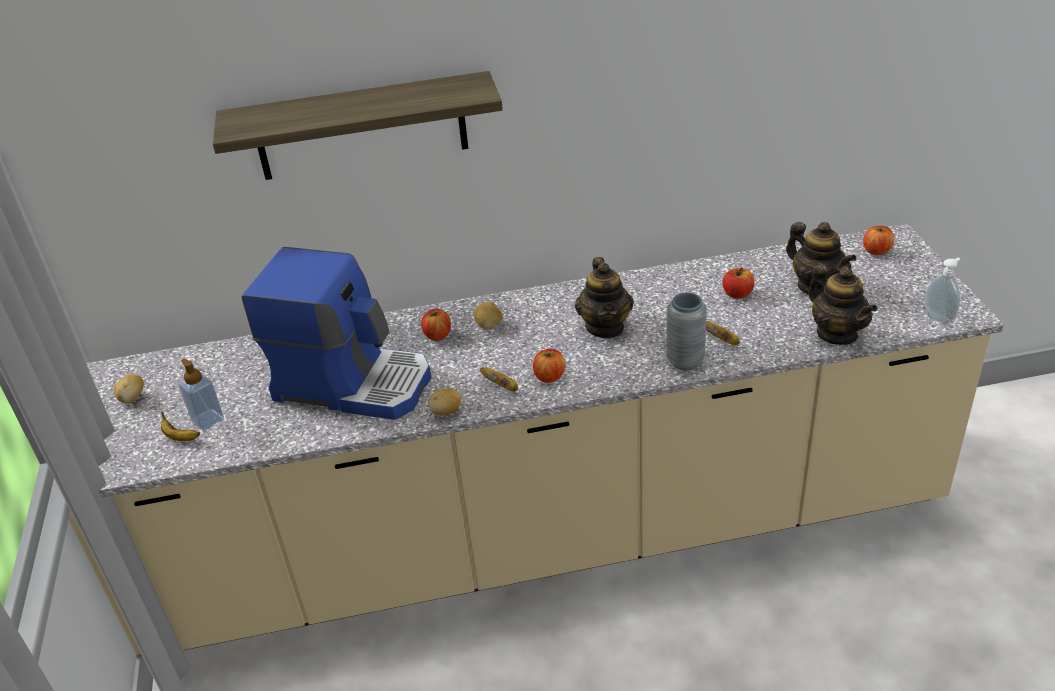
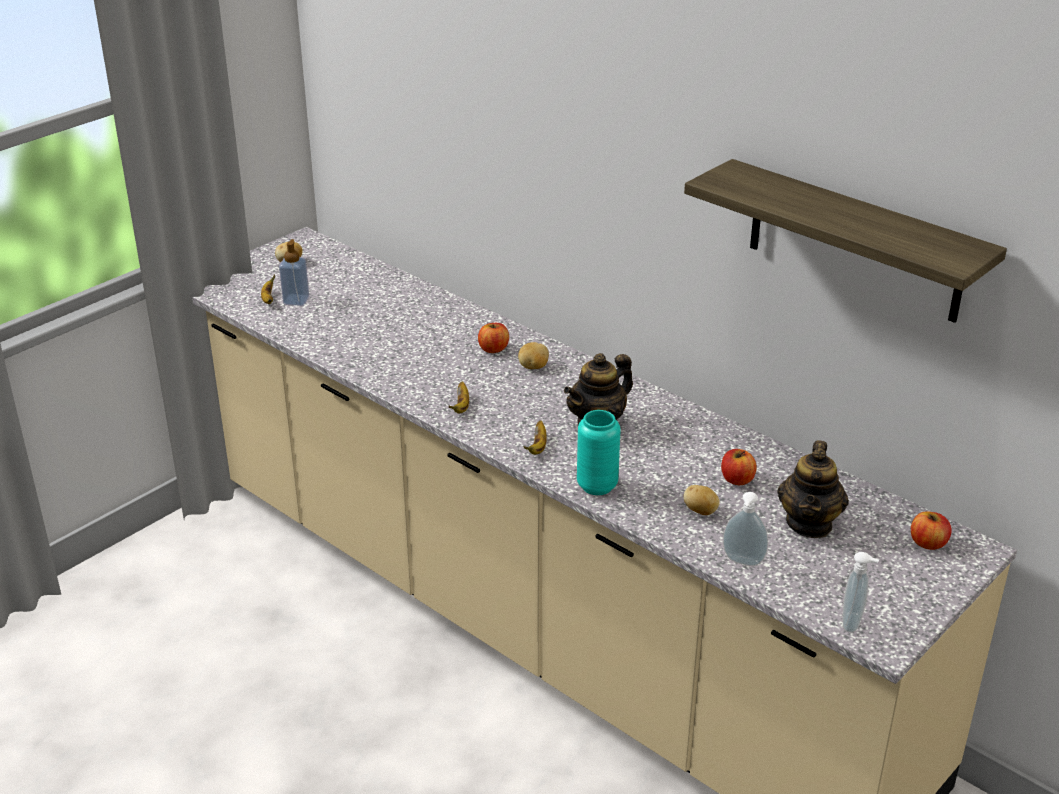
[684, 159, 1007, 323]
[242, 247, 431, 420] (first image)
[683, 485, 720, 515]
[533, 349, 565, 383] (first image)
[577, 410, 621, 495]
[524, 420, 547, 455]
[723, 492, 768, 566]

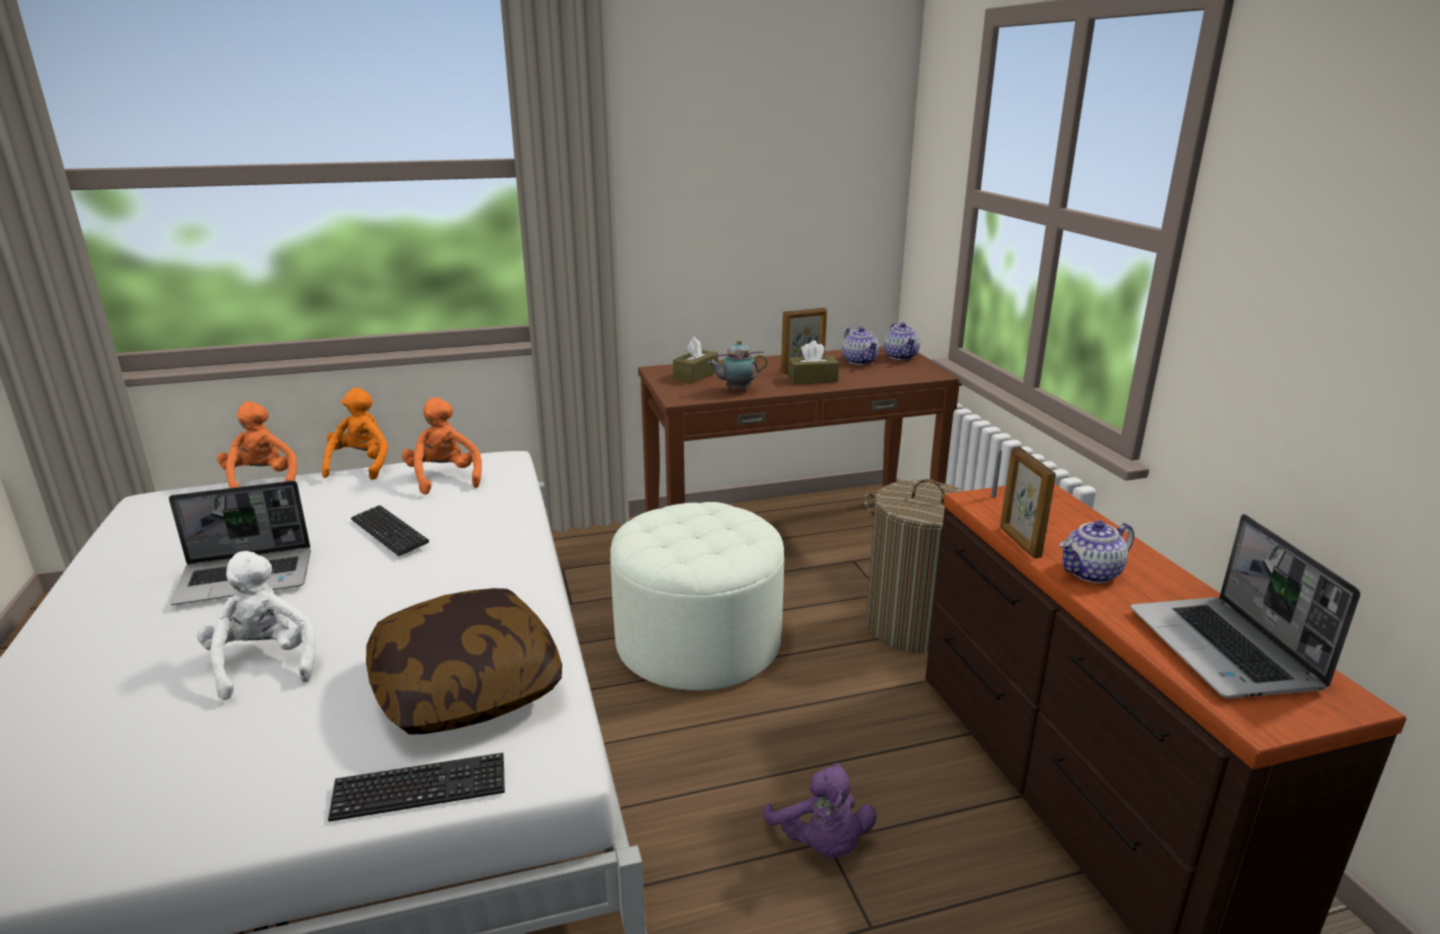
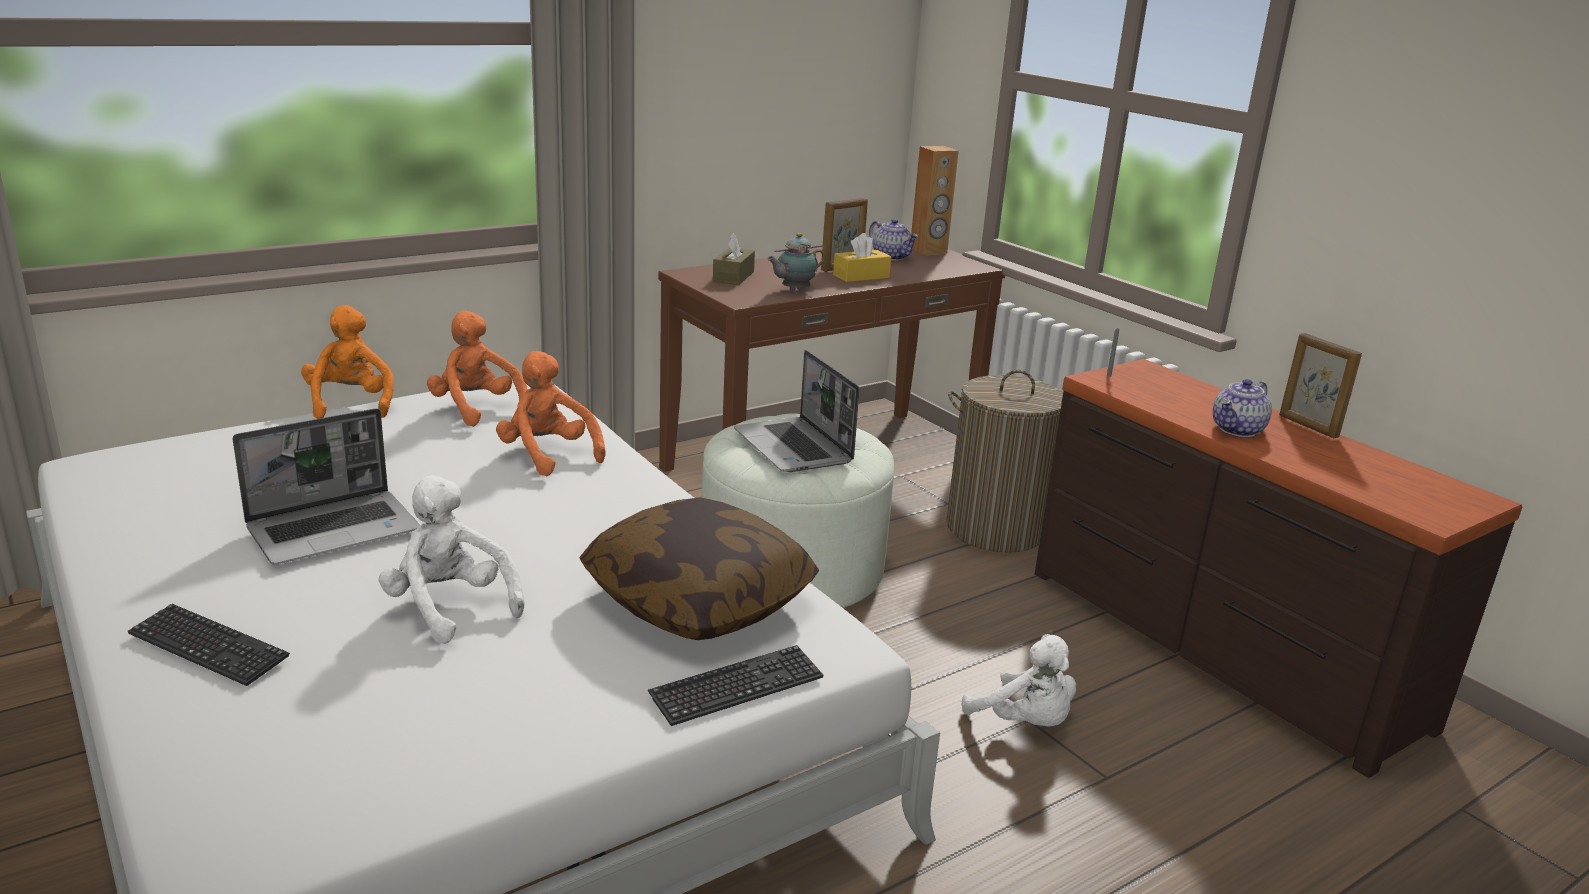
[496, 351, 606, 476]
[128, 604, 290, 686]
[962, 634, 1076, 727]
[833, 233, 891, 282]
[911, 146, 959, 255]
[1279, 333, 1362, 438]
[734, 350, 859, 472]

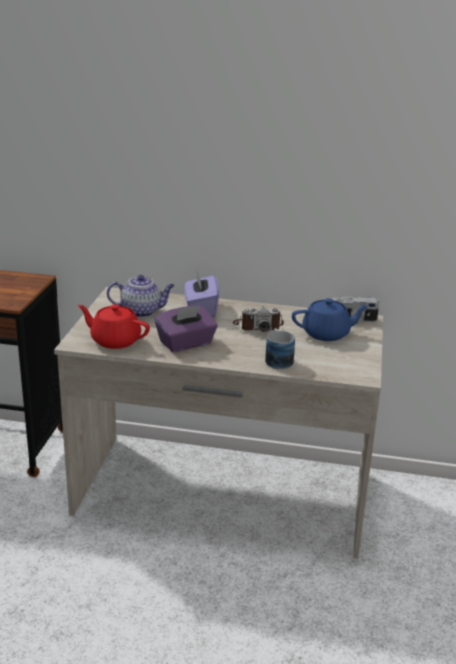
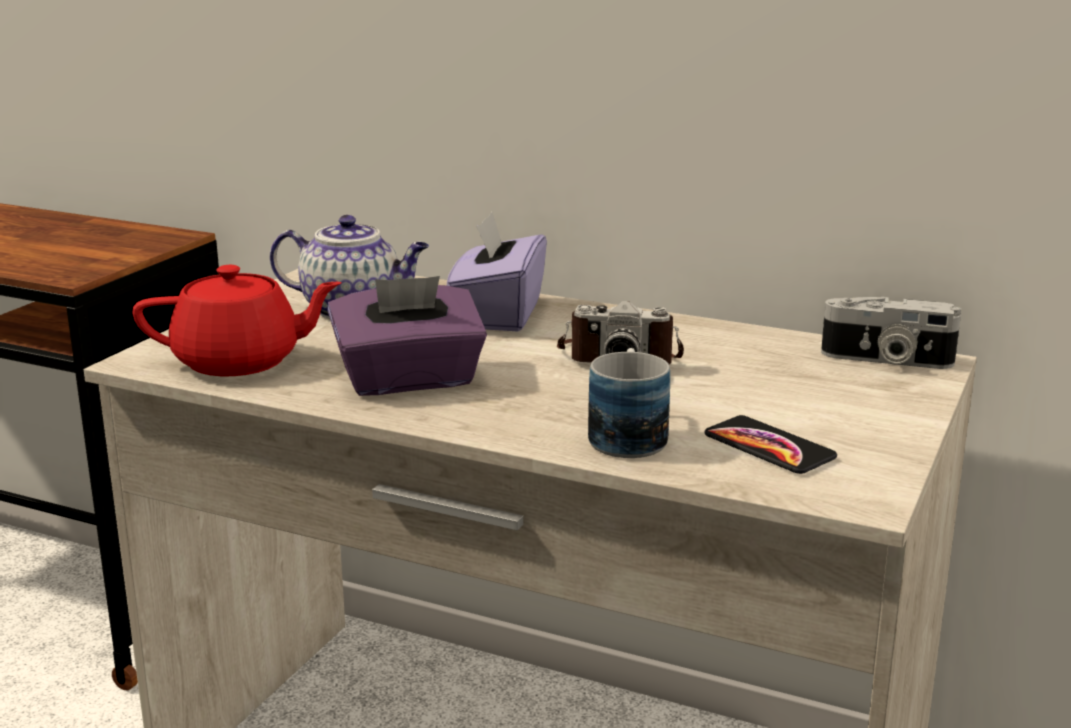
[132, 265, 342, 376]
[292, 298, 369, 341] (first image)
[704, 415, 837, 474]

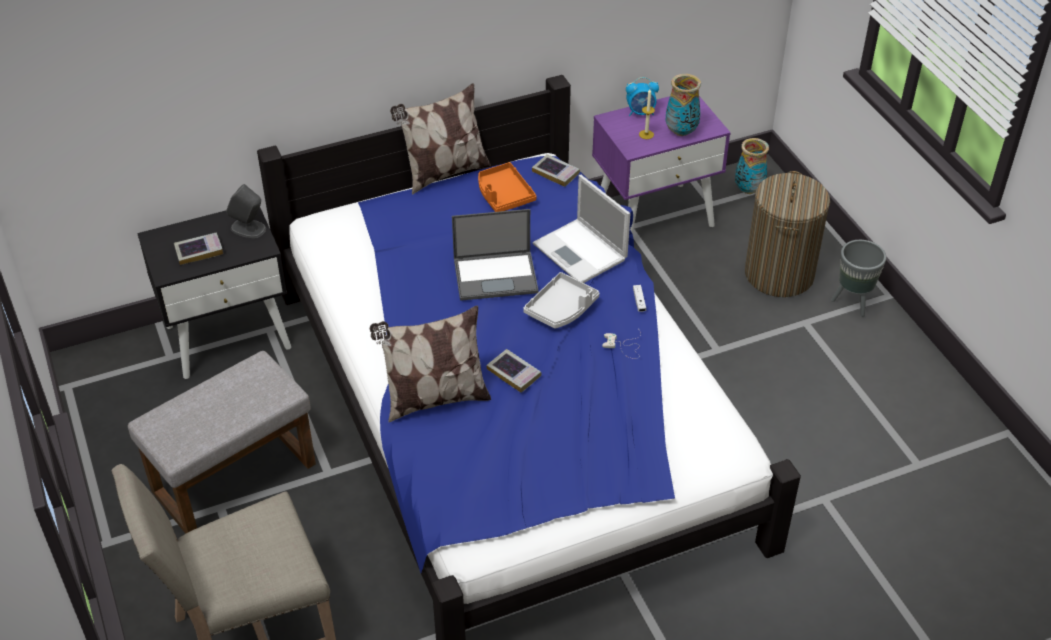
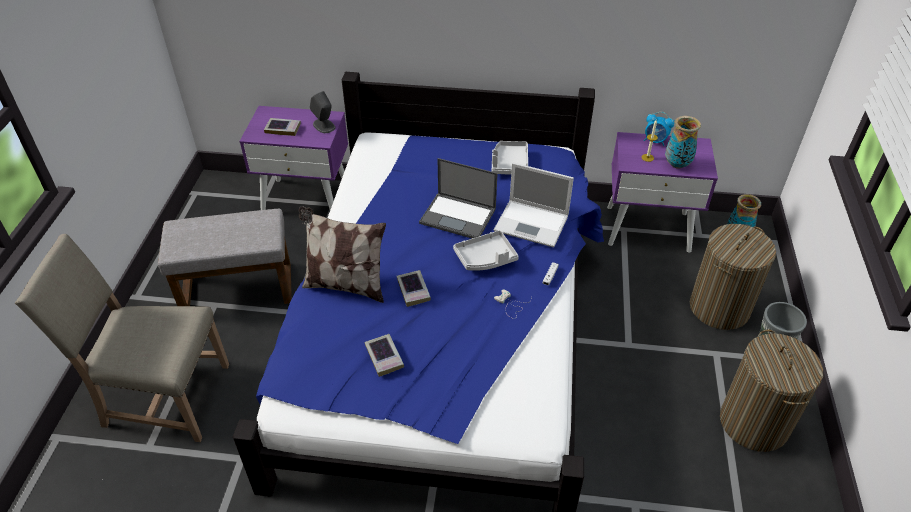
[239, 106, 348, 210]
[390, 83, 491, 195] (first image)
[492, 141, 528, 175]
[364, 334, 404, 377]
[494, 163, 574, 248]
[720, 329, 823, 452]

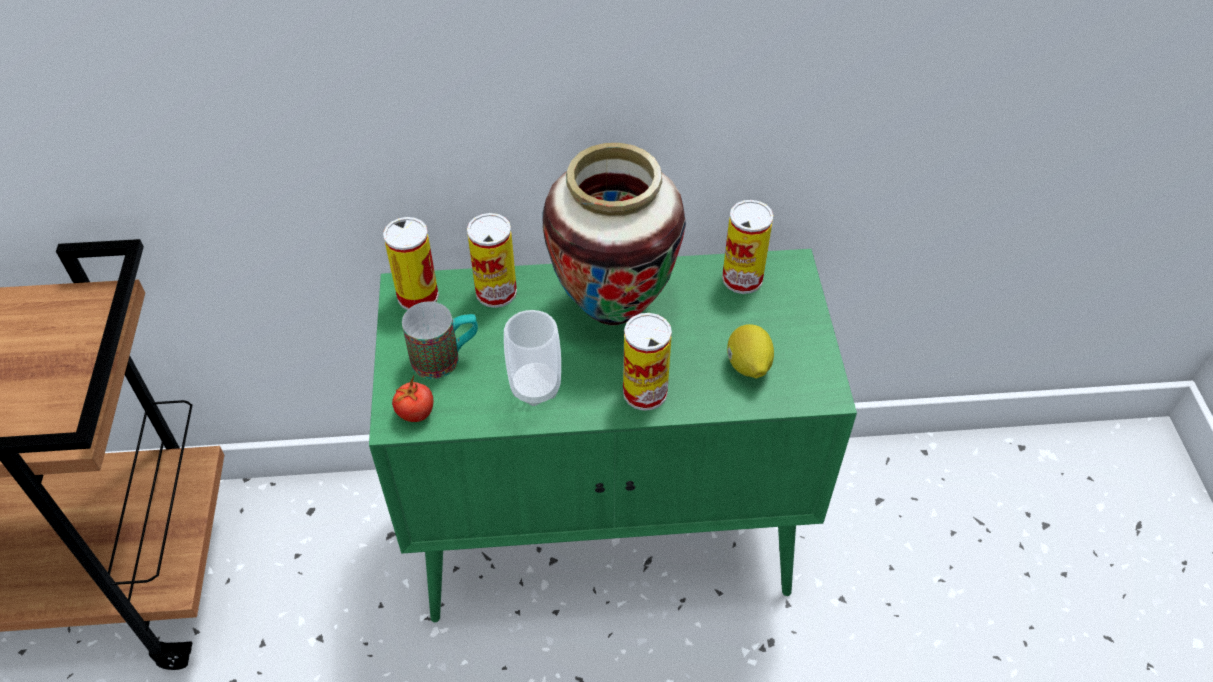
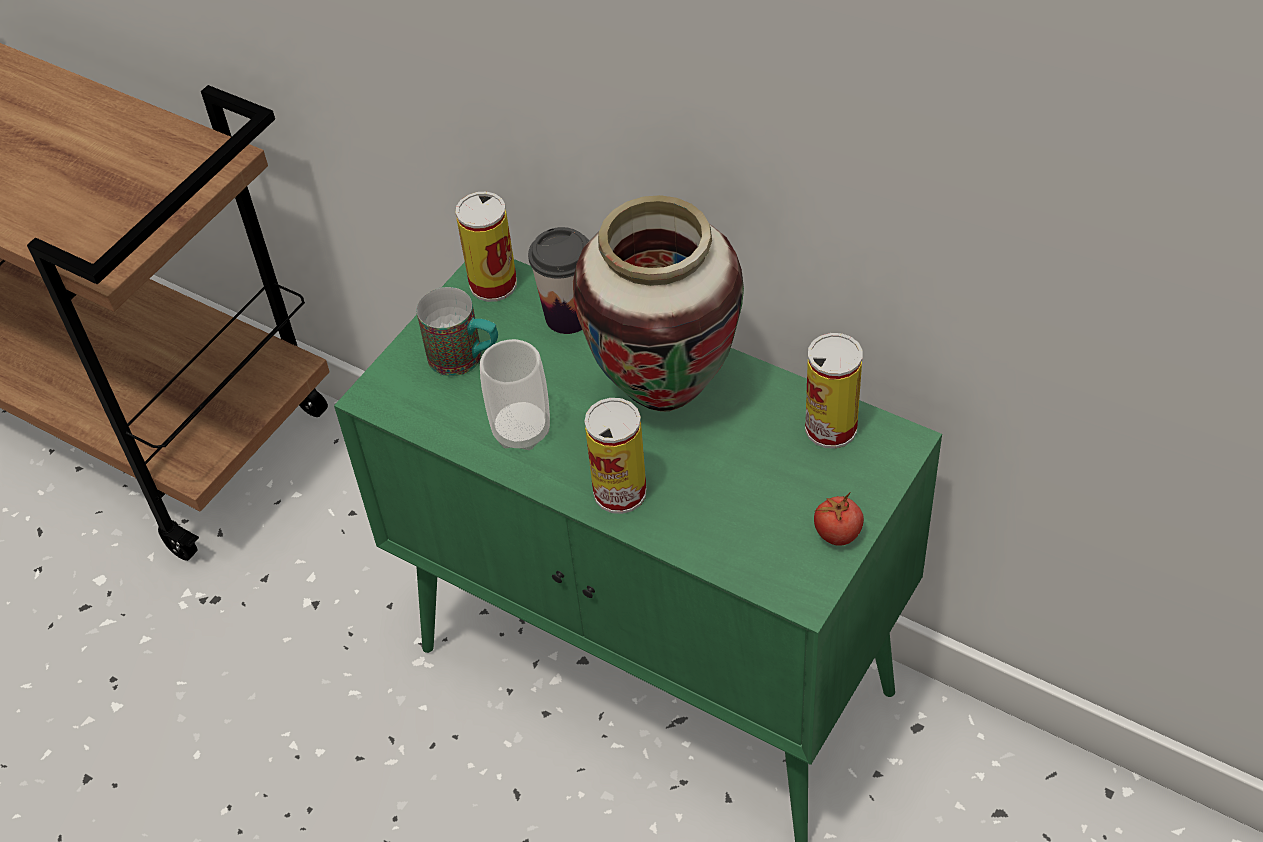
[814, 493, 864, 546]
[528, 227, 589, 334]
[727, 324, 774, 379] (first image)

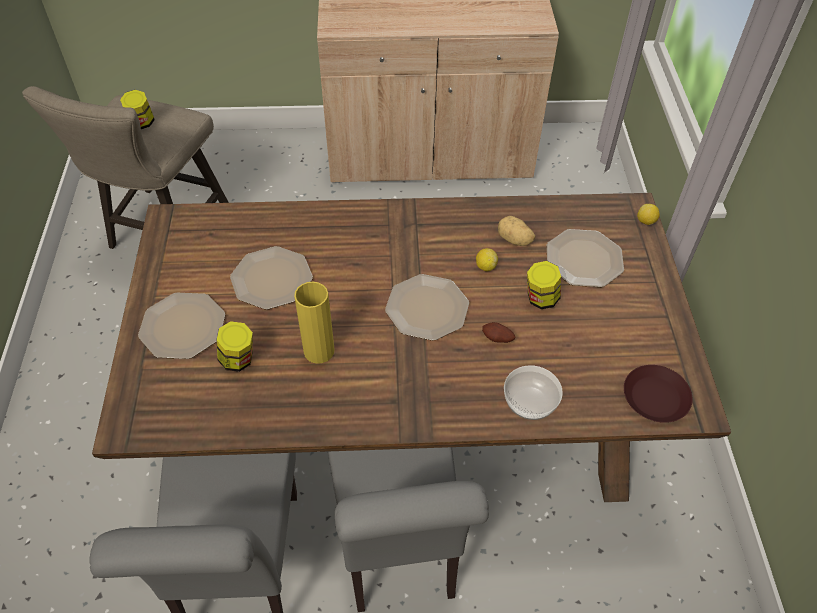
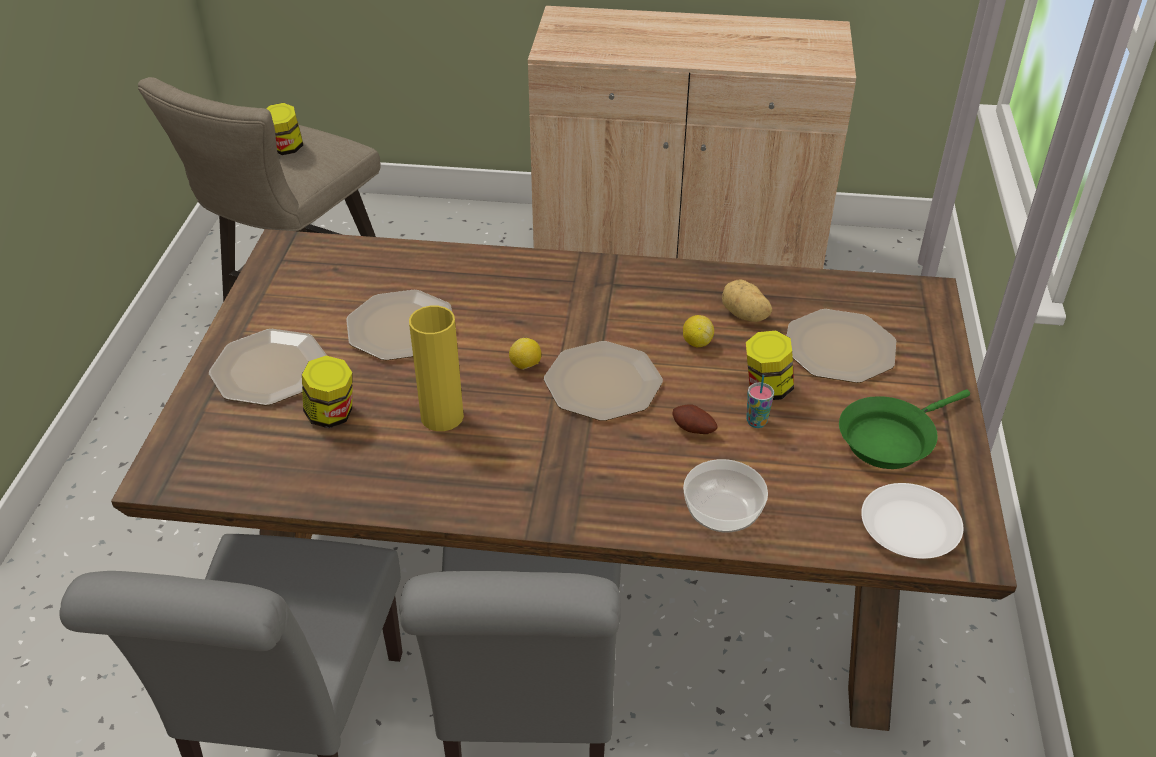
[861, 483, 963, 559]
[509, 338, 541, 370]
[746, 375, 774, 428]
[839, 389, 970, 469]

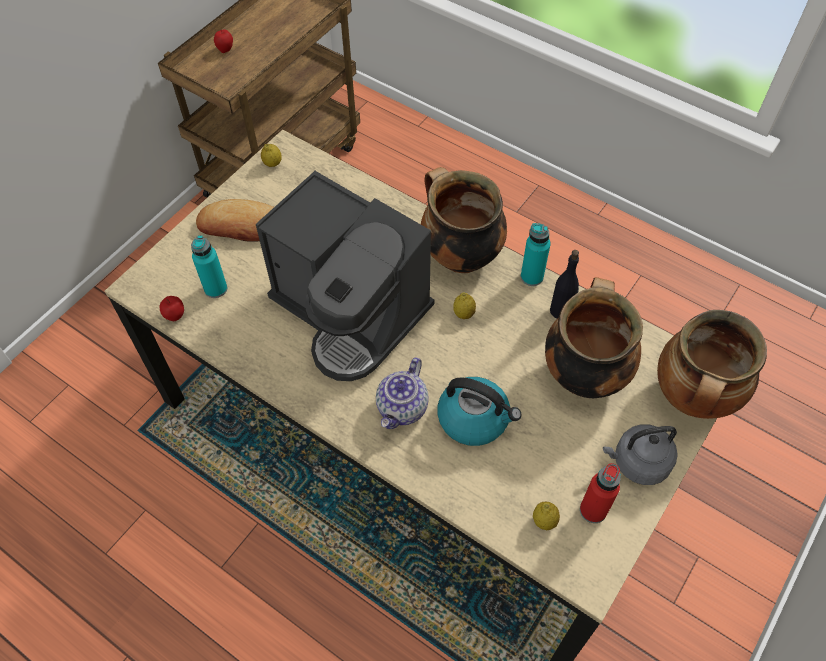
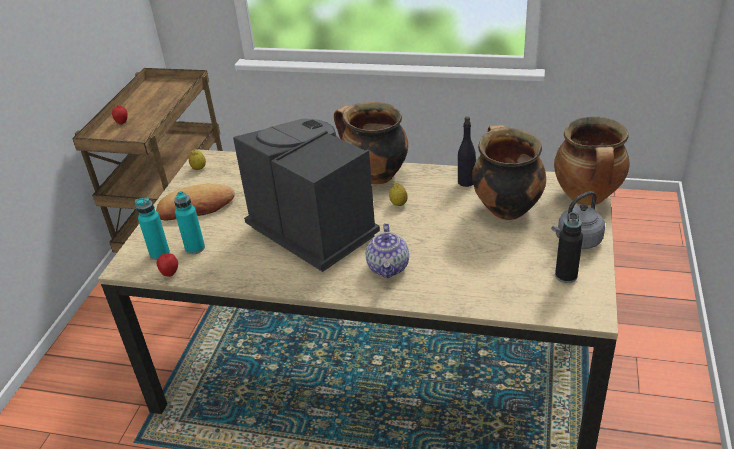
[233, 119, 380, 272]
[437, 377, 521, 446] (first image)
[135, 198, 170, 260]
[533, 502, 560, 530] (first image)
[555, 212, 583, 283]

